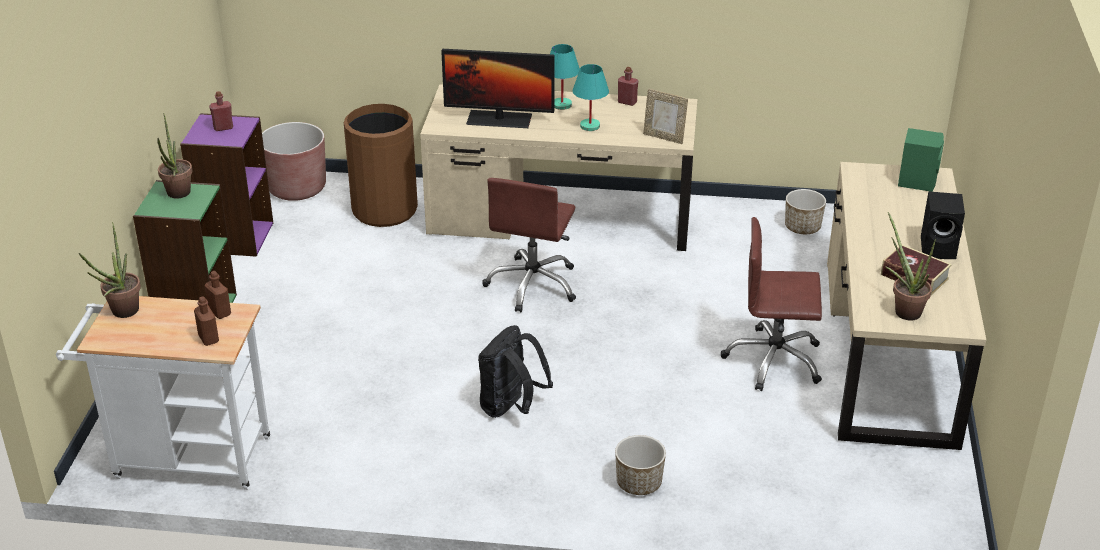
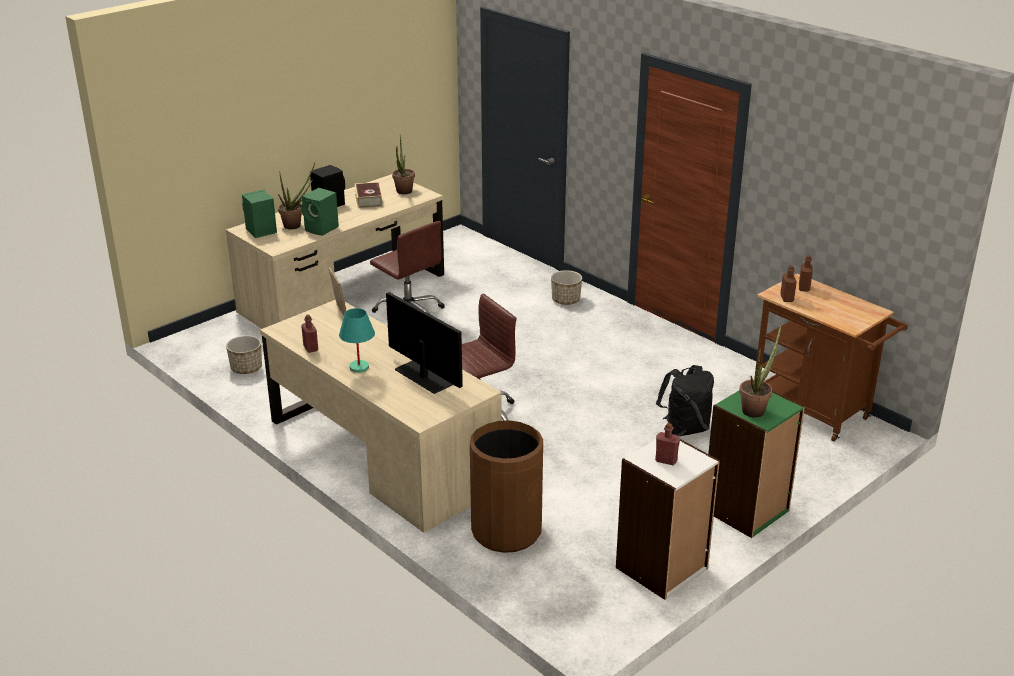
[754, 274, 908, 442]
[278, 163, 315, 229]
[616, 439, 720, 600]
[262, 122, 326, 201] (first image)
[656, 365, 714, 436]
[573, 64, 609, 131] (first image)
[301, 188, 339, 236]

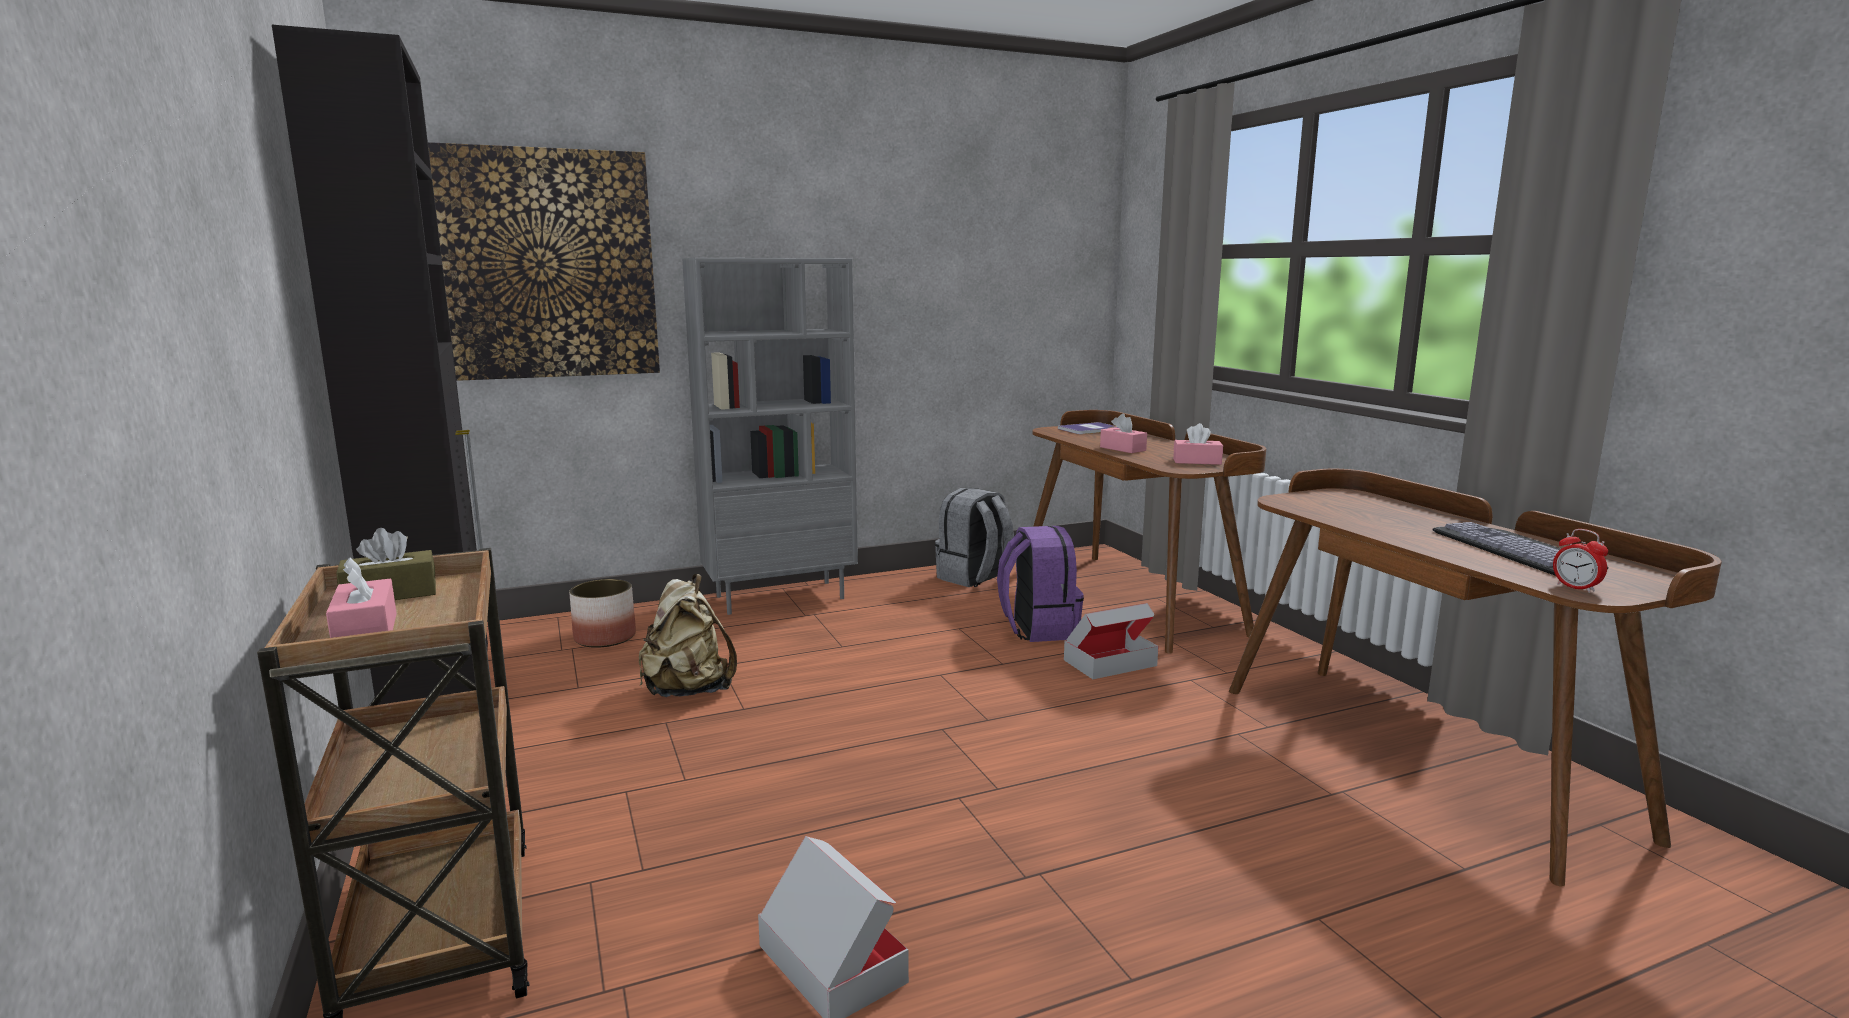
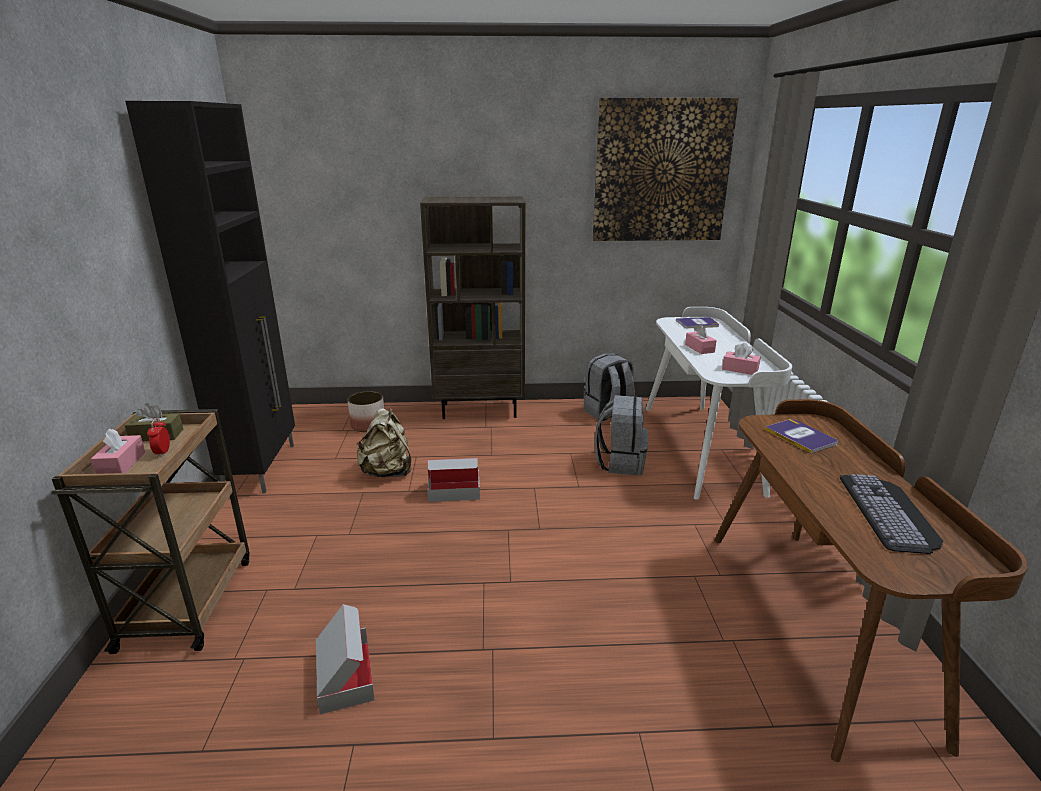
[593, 98, 739, 241]
[420, 197, 525, 419]
[594, 395, 648, 475]
[645, 307, 792, 500]
[427, 458, 480, 502]
[147, 418, 170, 457]
[765, 419, 838, 454]

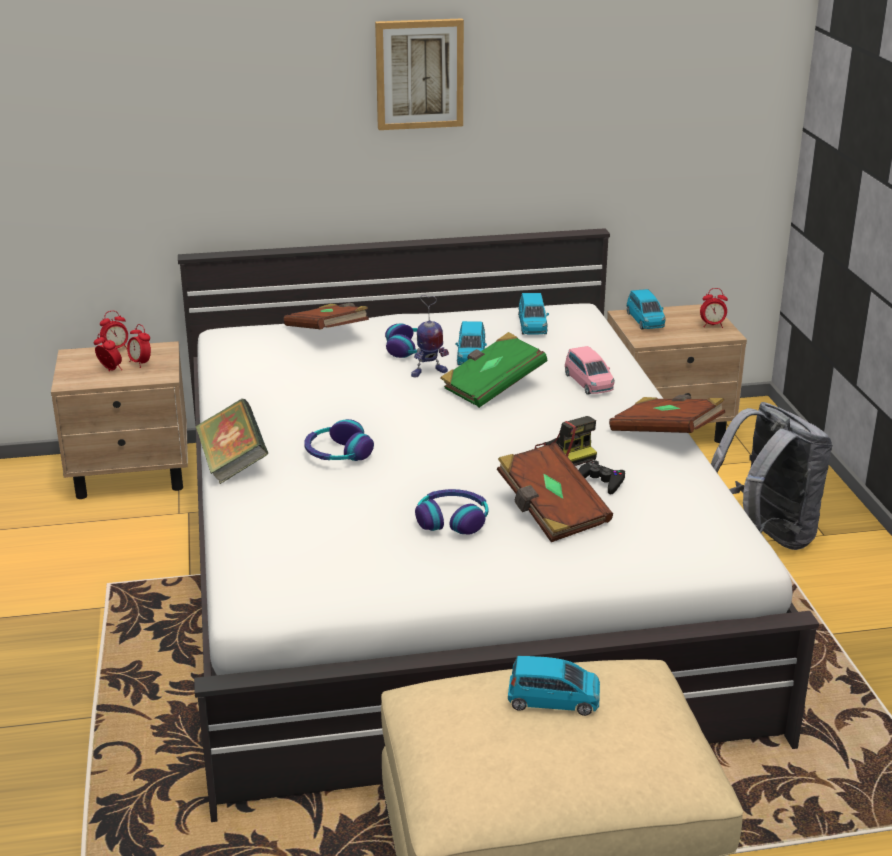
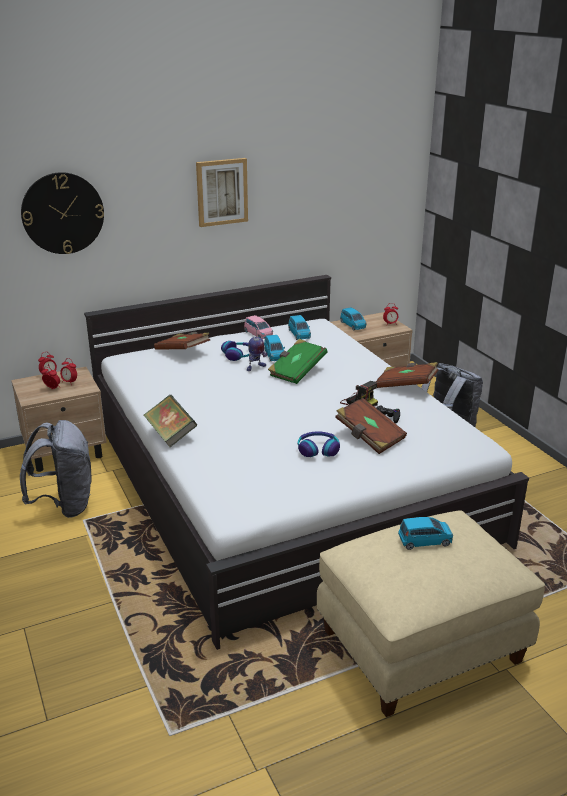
[304, 419, 374, 461] (first image)
[244, 315, 273, 339]
[20, 420, 92, 518]
[21, 172, 104, 254]

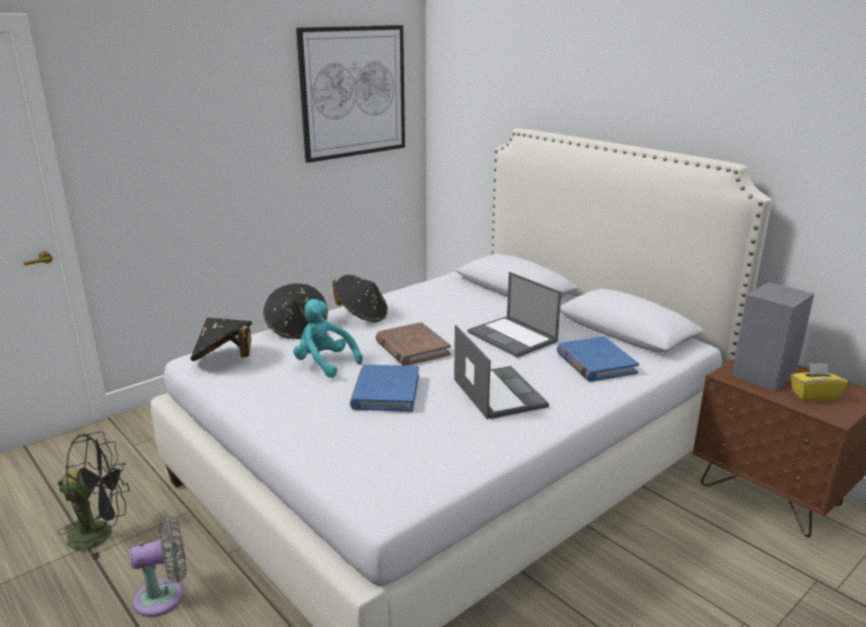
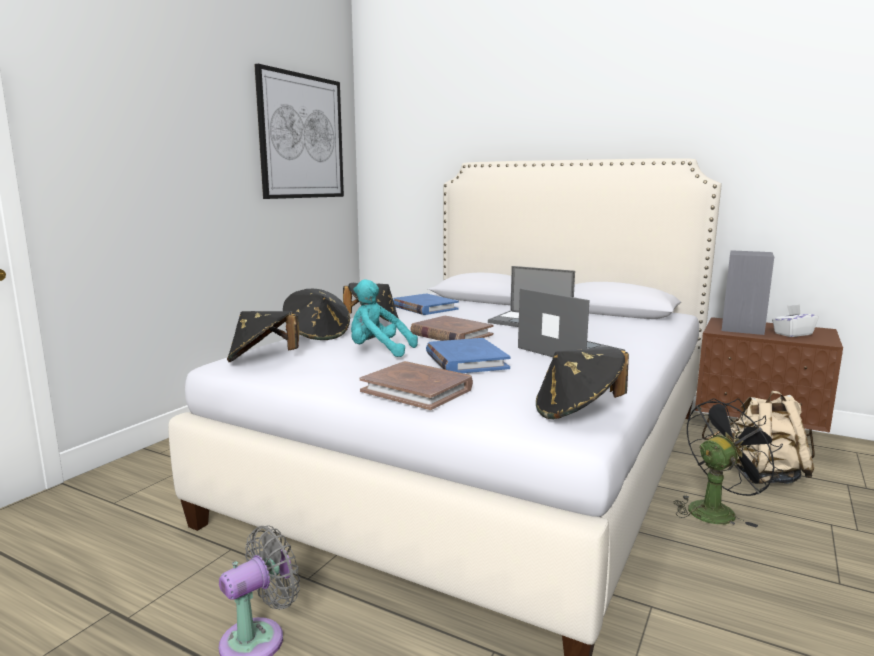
[673, 398, 783, 528]
[393, 293, 459, 315]
[772, 304, 819, 337]
[360, 361, 473, 410]
[536, 347, 629, 419]
[731, 391, 814, 484]

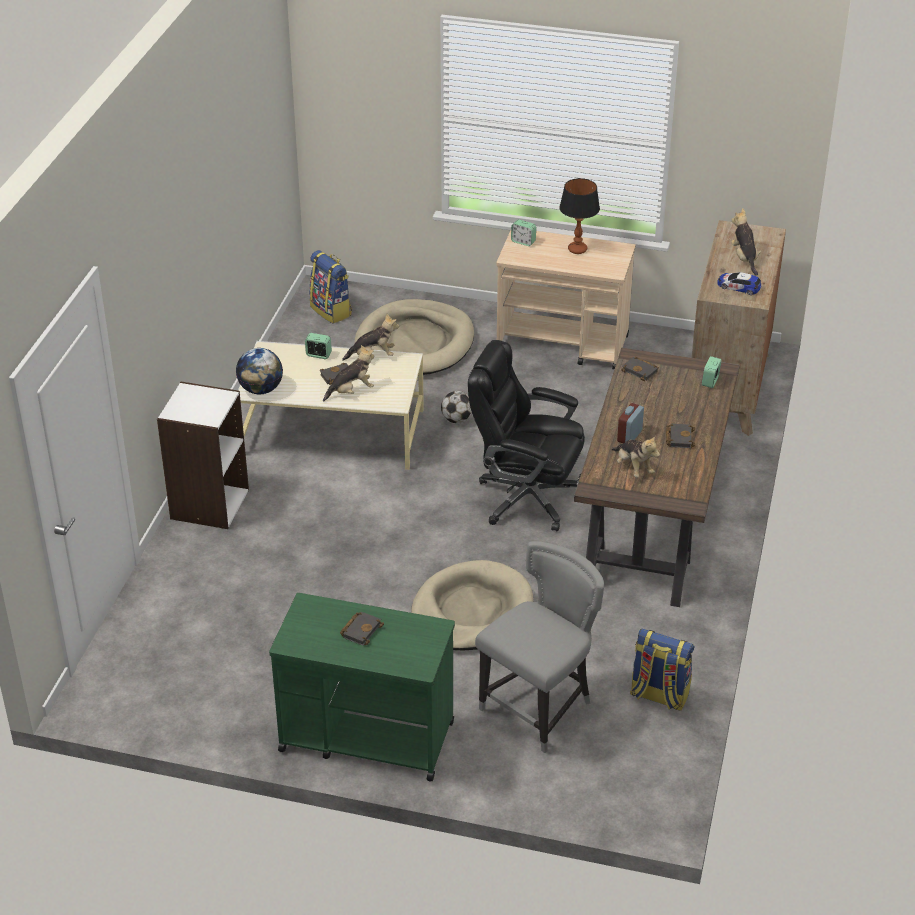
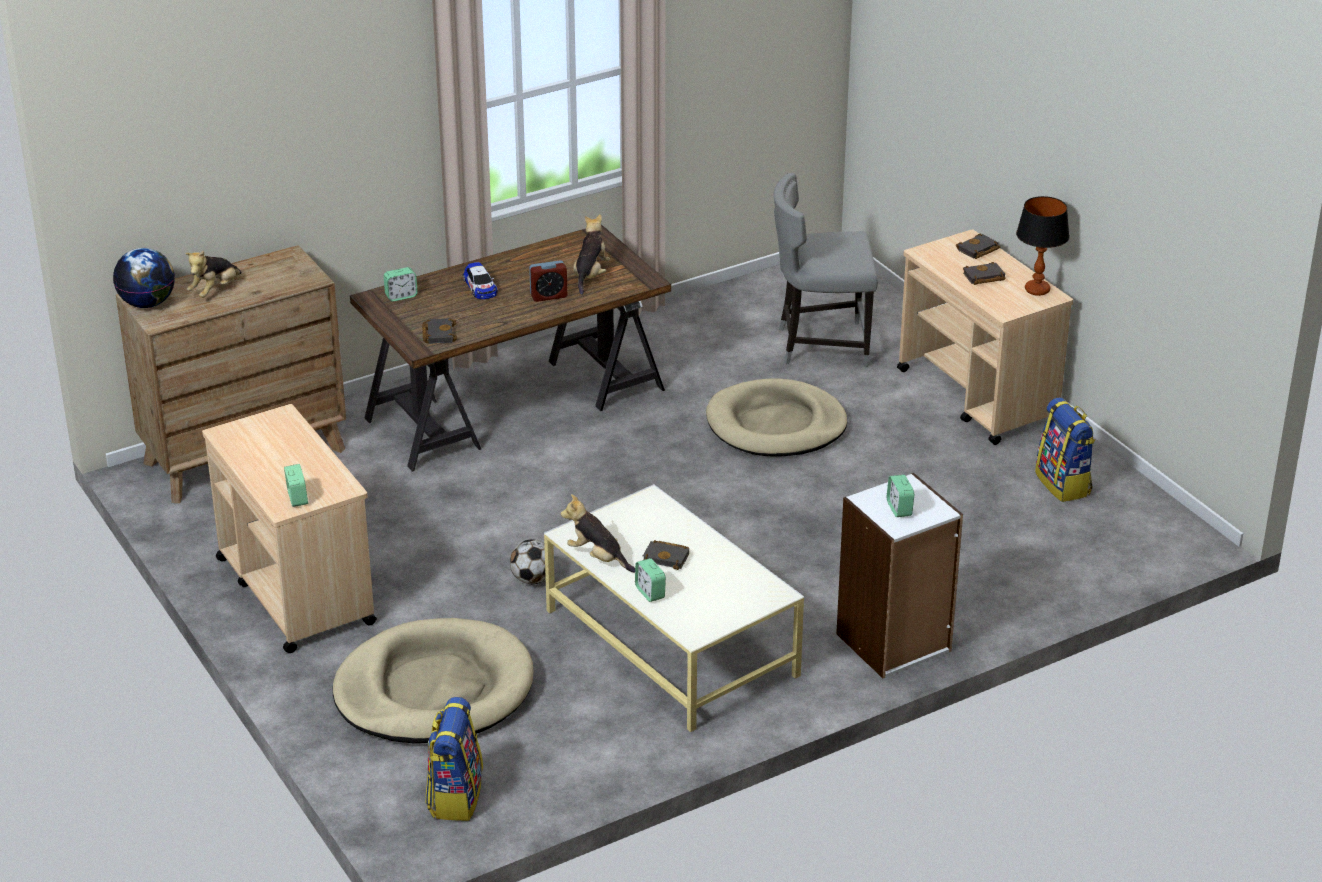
[113, 248, 175, 308]
[897, 230, 1073, 445]
[323, 345, 374, 402] (first image)
[468, 340, 585, 532] (first image)
[1016, 196, 1070, 296]
[1035, 397, 1095, 502]
[956, 234, 1000, 259]
[463, 262, 498, 299]
[887, 475, 914, 517]

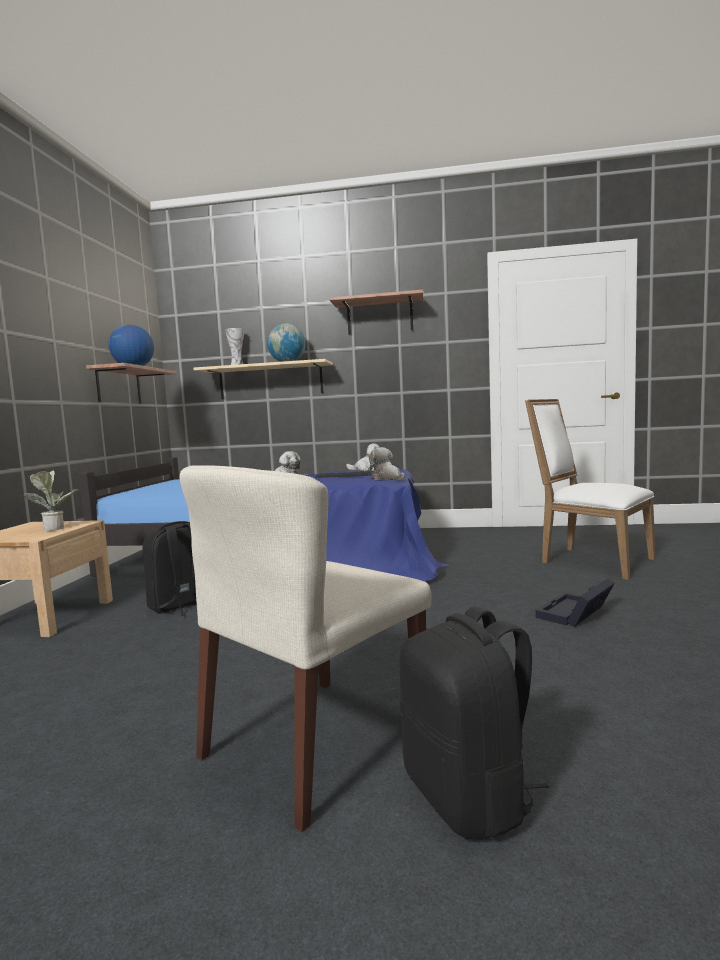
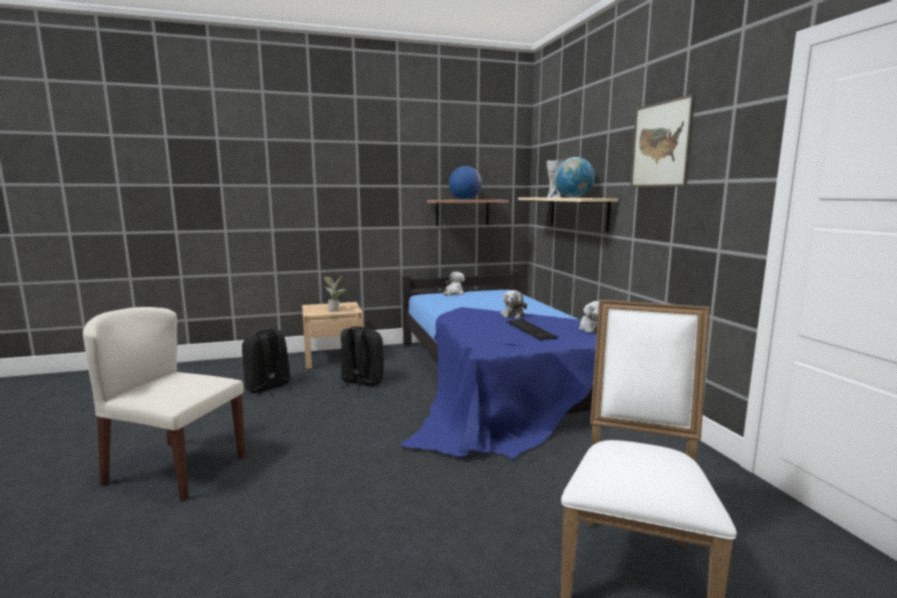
[630, 94, 695, 187]
[443, 272, 465, 296]
[242, 329, 291, 395]
[535, 578, 615, 627] (first image)

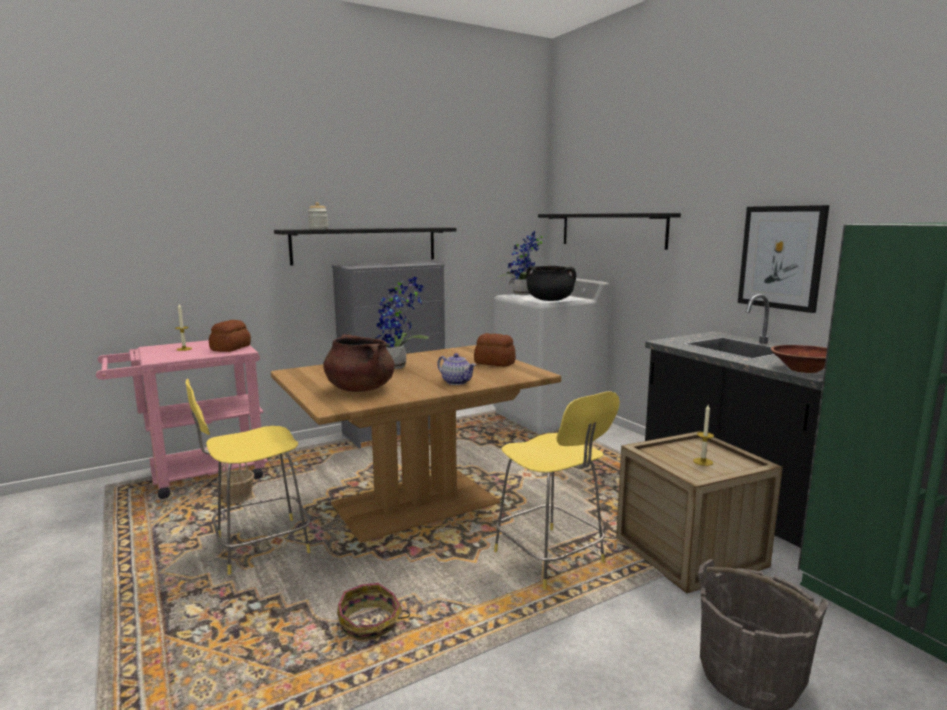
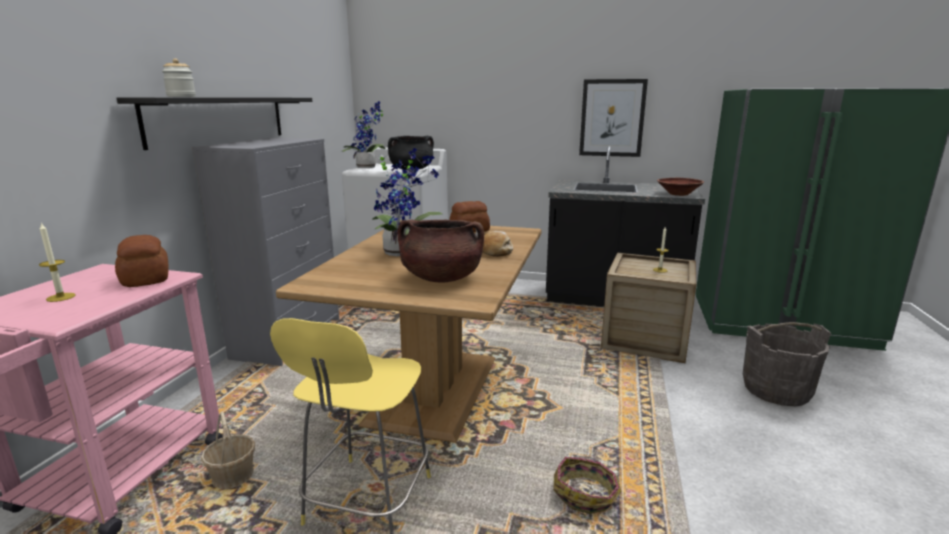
[482, 231, 513, 257]
[494, 391, 620, 590] (first image)
[538, 213, 681, 250] (first image)

